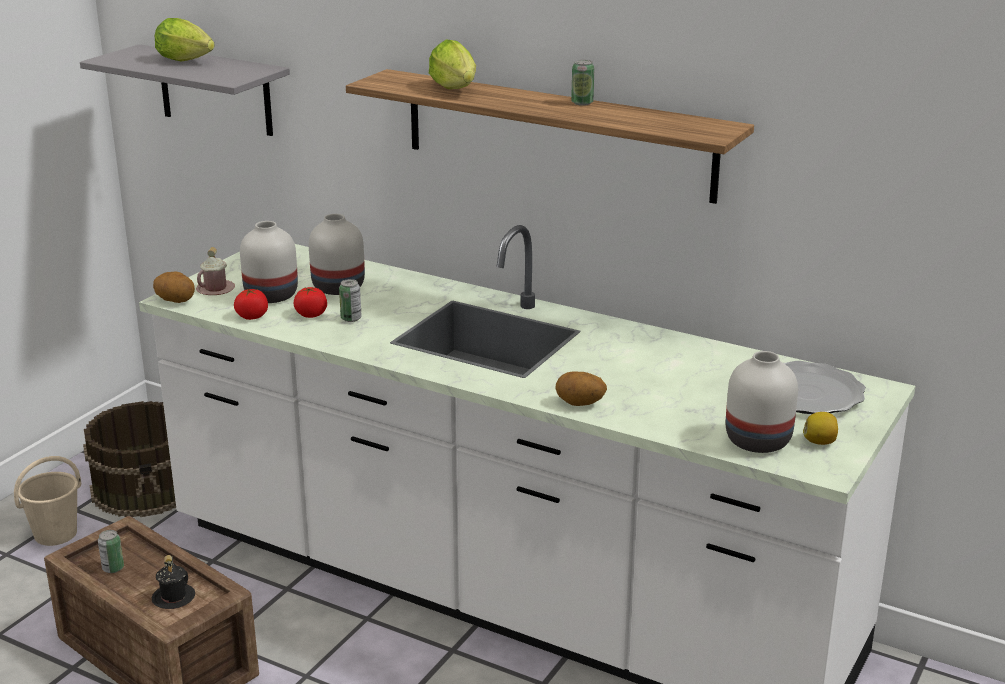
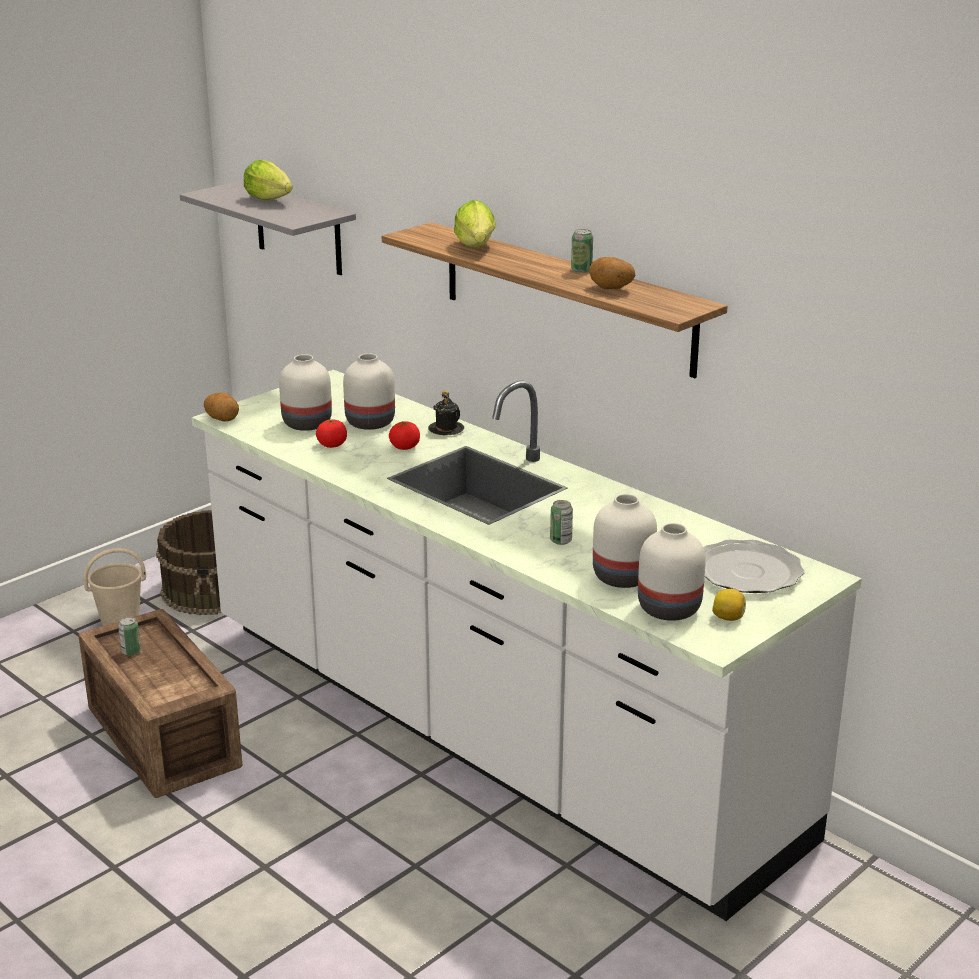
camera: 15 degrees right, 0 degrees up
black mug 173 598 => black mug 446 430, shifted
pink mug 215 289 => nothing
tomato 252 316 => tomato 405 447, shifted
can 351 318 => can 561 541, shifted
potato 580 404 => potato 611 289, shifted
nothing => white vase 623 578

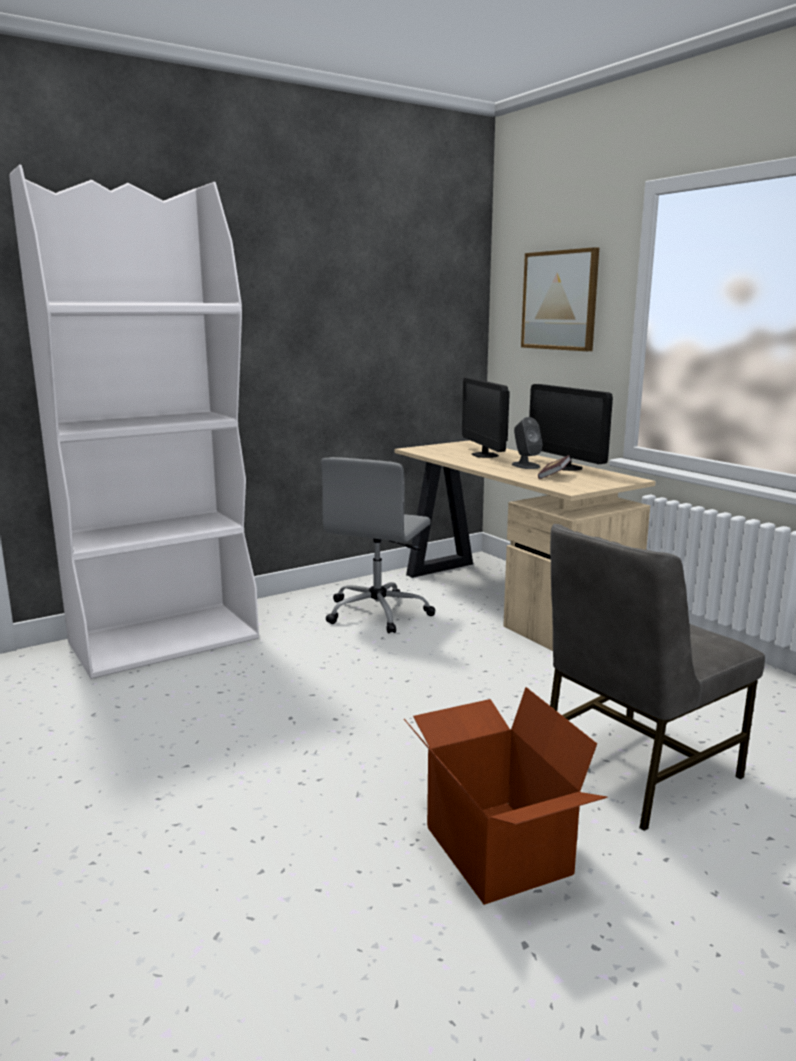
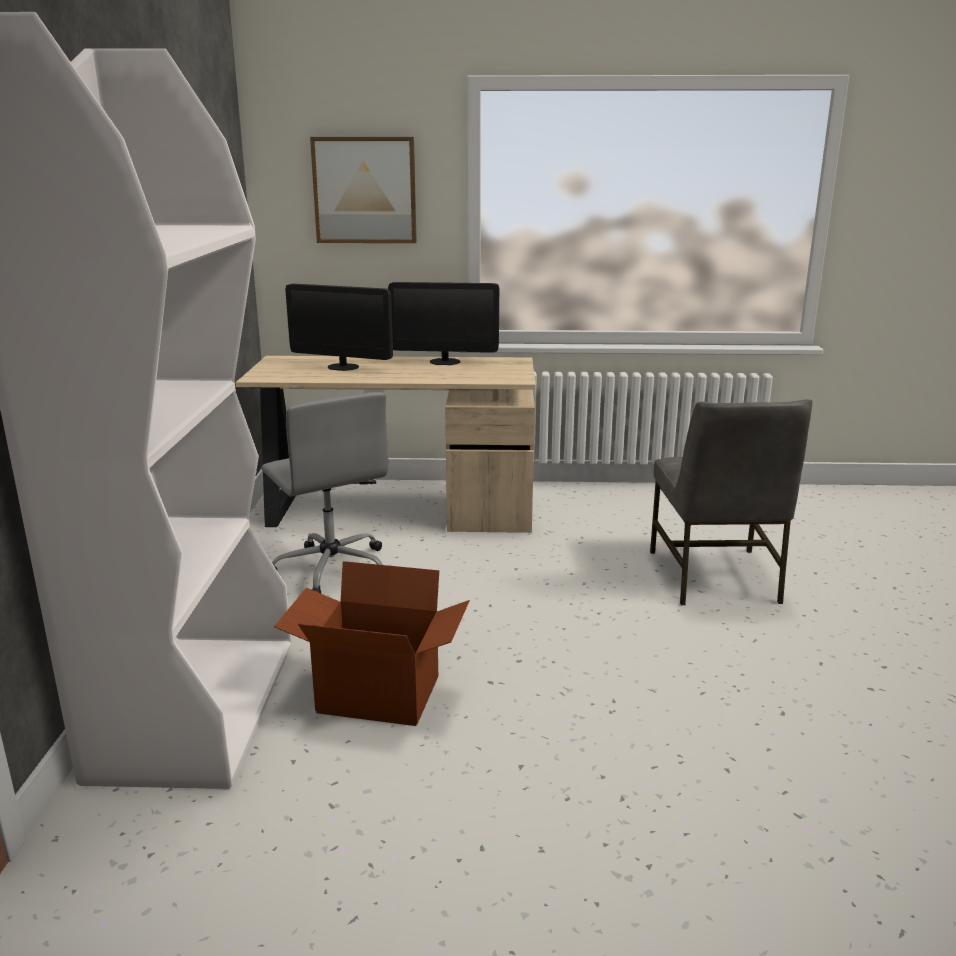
camera: 55 degrees left, 5 degrees up
cardboard box 494 851 => cardboard box 377 696, shifted
grey speaker 525 465 => nothing
book 554 476 => nothing

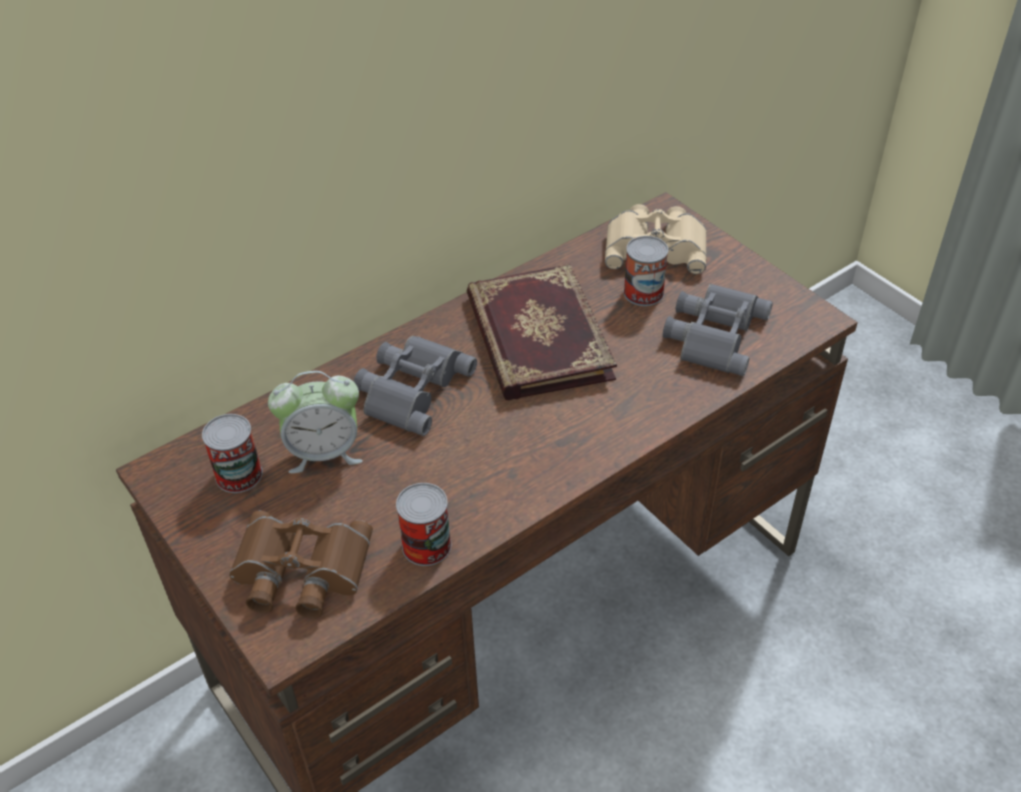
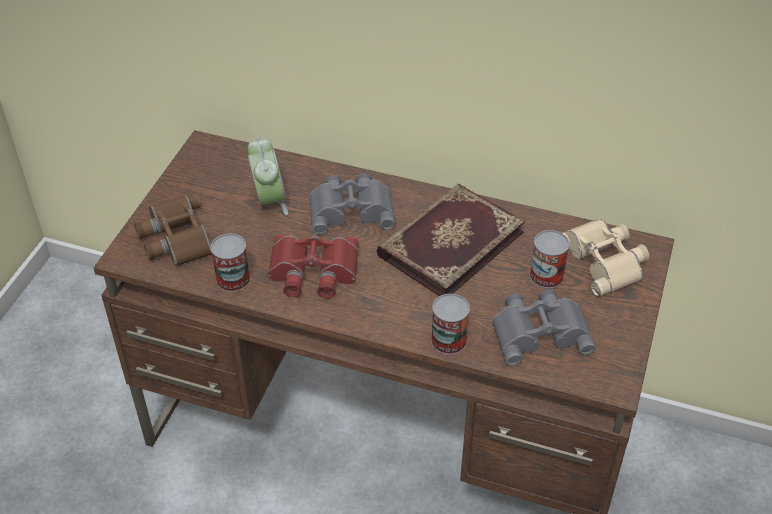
camera: 55 degrees right, 0 degrees up
can 239 475 => can 449 340, shifted
alarm clock 324 452 => alarm clock 269 200, 150 degrees counterclockwise
nothing => red binoculars 312 272

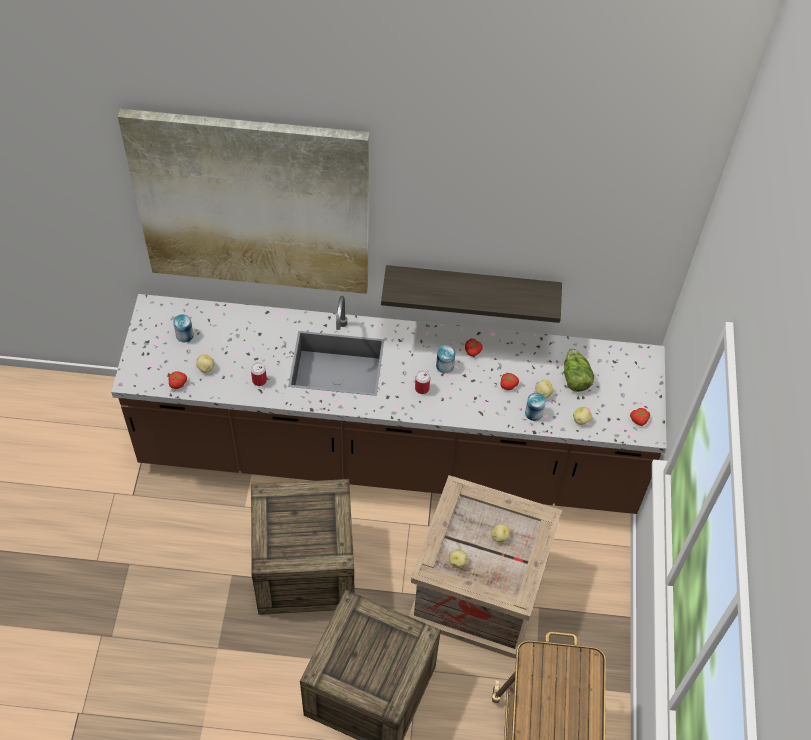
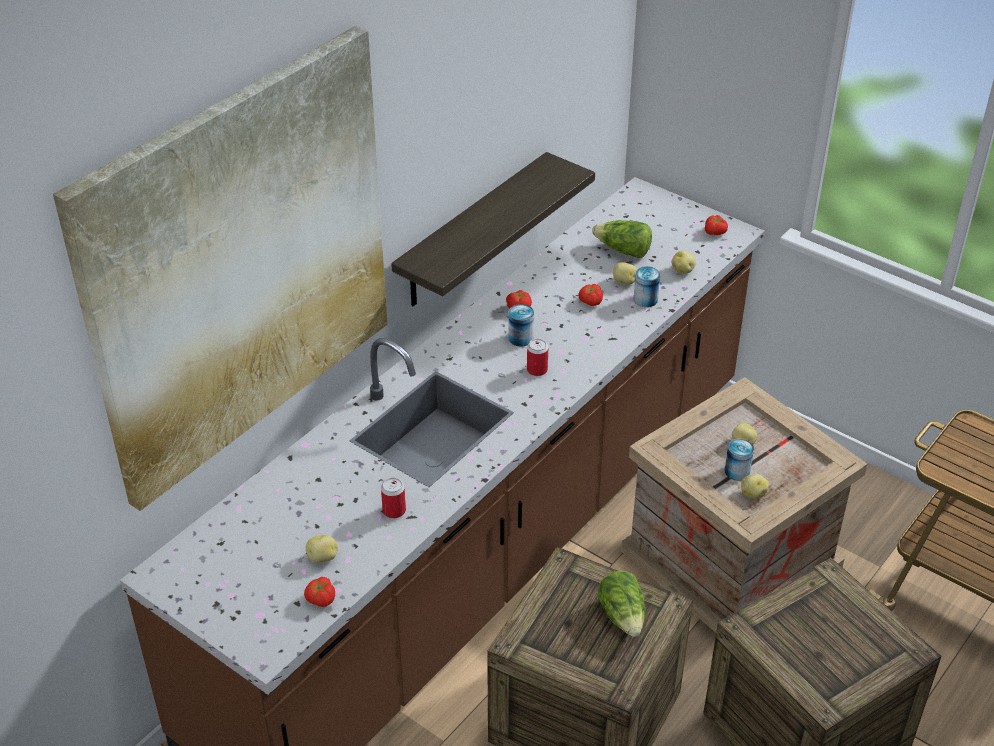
camera: 55 degrees left, 15 degrees down
can 184 335 => can 737 471, shifted
nothing => lettuce 623 615

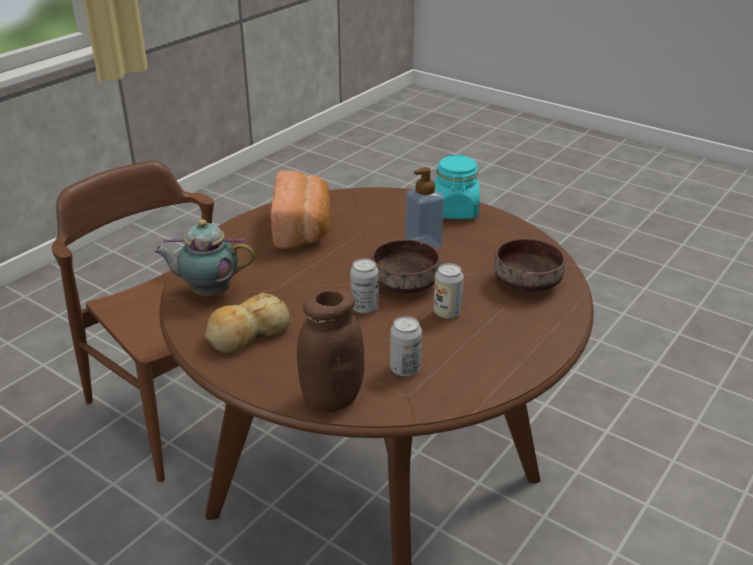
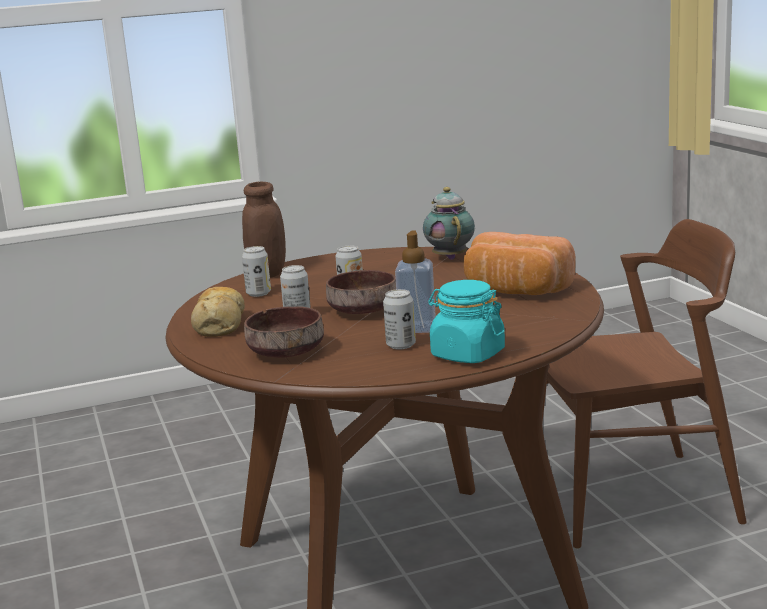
camera: 125 degrees right, 15 degrees down
teapot 208 292 => teapot 450 257, 45 degrees counterclockwise
bread 247 334 => bread 220 324, shifted
nothing => can 401 345

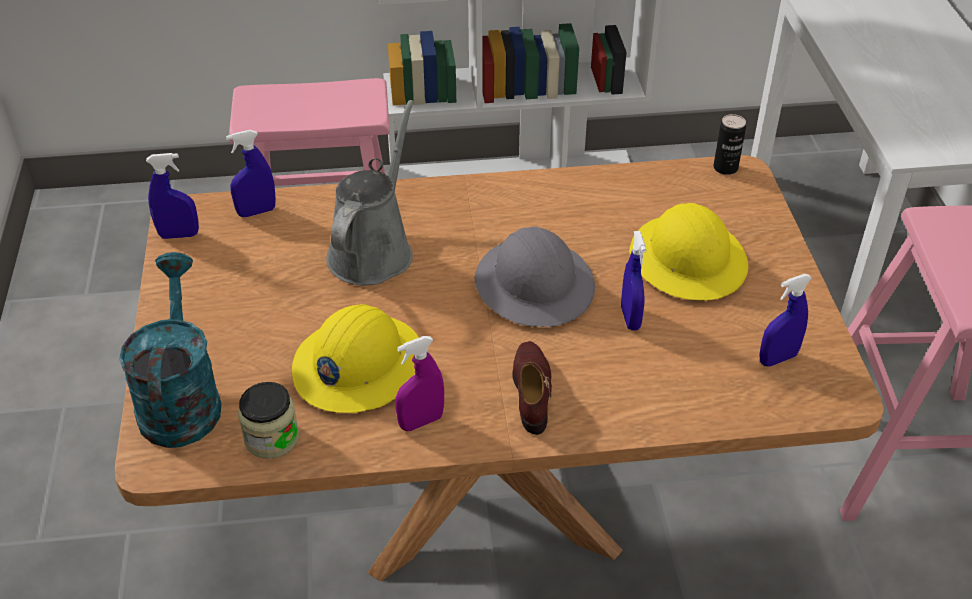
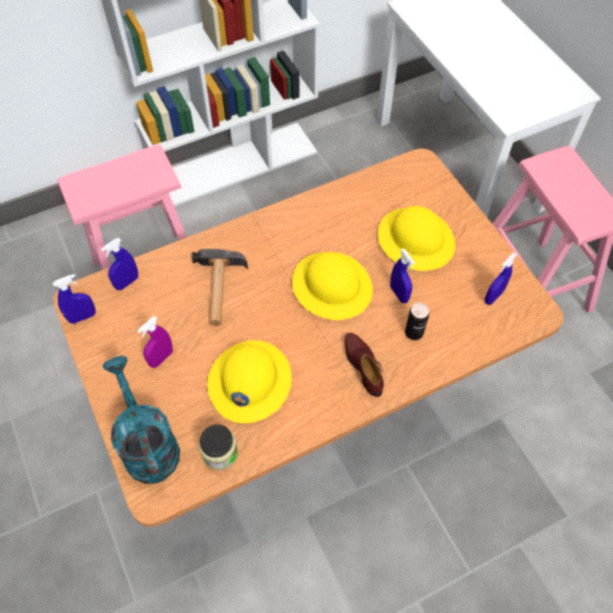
camera: 20 degrees left, 15 degrees up
grey watering can 373 250 => hammer 219 290
purple spray bottle 421 422 => purple spray bottle 161 358, shifted
grey hard hat 535 285 => yellow hard hat 332 286
can 725 168 => can 414 332, shifted

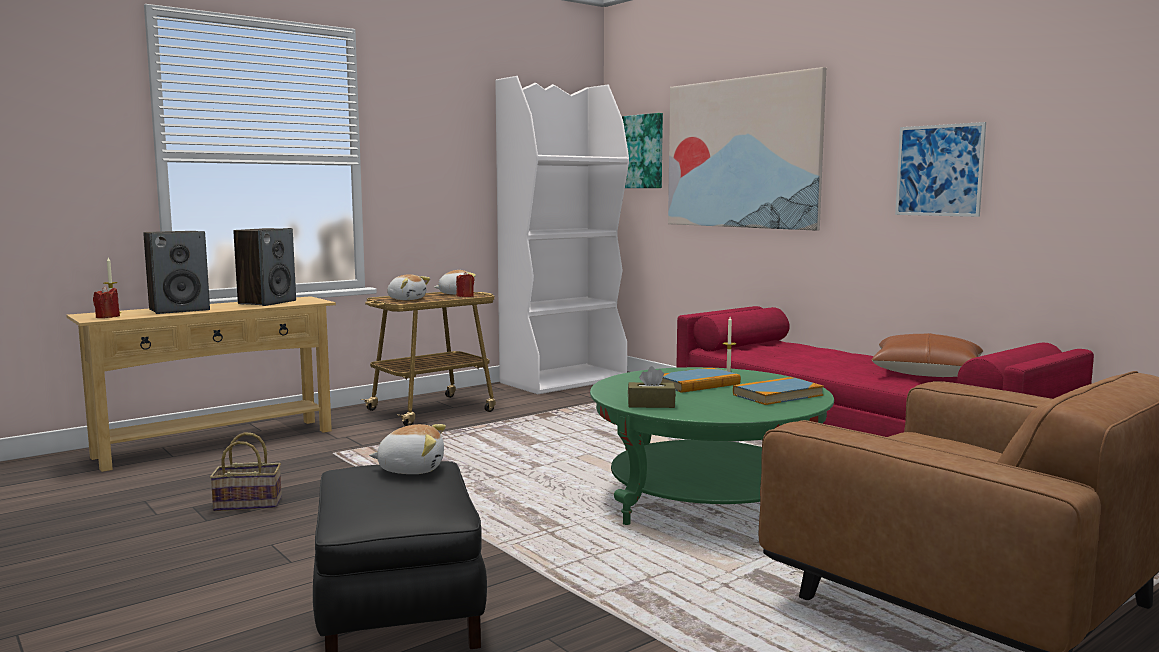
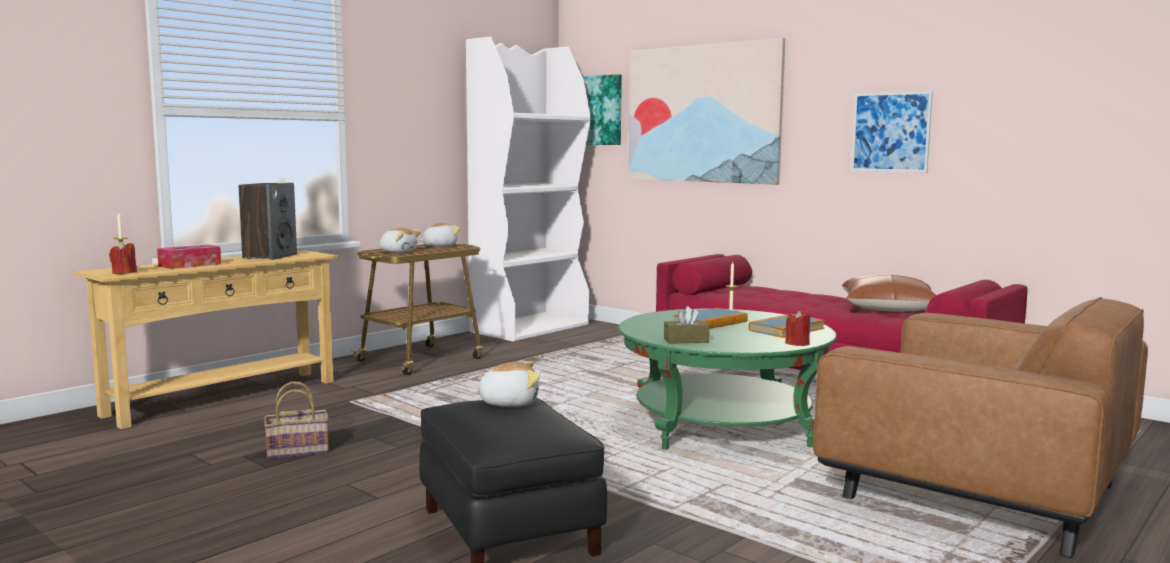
camera: 10 degrees left, 0 degrees up
speaker 179 310 => tissue box 190 265
red candle 465 296 => red candle 797 344, shifted

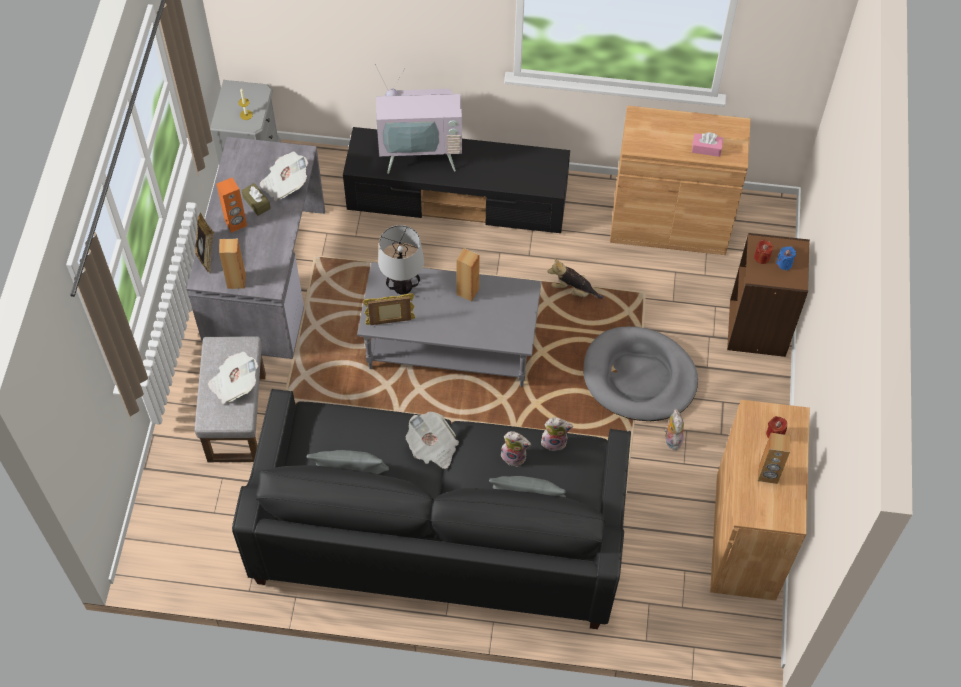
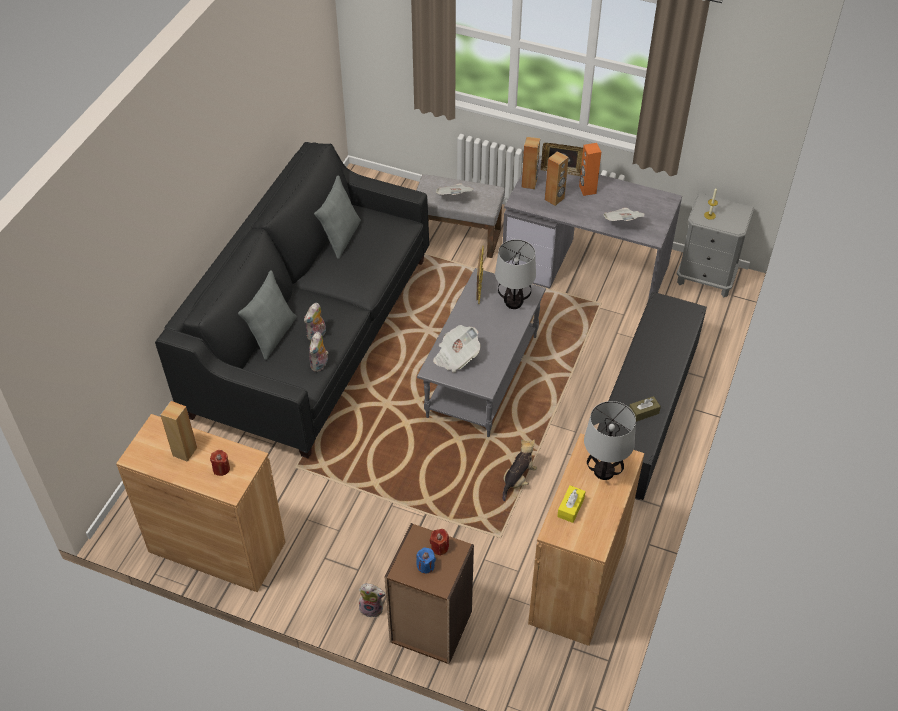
camera: 105 degrees right, 10 degrees down
brown tissue box 256 203 => brown tissue box 643 412, shifted
television 421 154 => nothing
newspaper 433 447 => newspaper 456 357, shifted
brown speaker 467 291 => brown speaker 554 199, shifted
grey dog bed 639 377 => nothing
plush toy 671 439 => plush toy 372 608, shifted
pink tissue box 706 148 => yellow tissue box 570 507
nothing => table lamp 603 472

